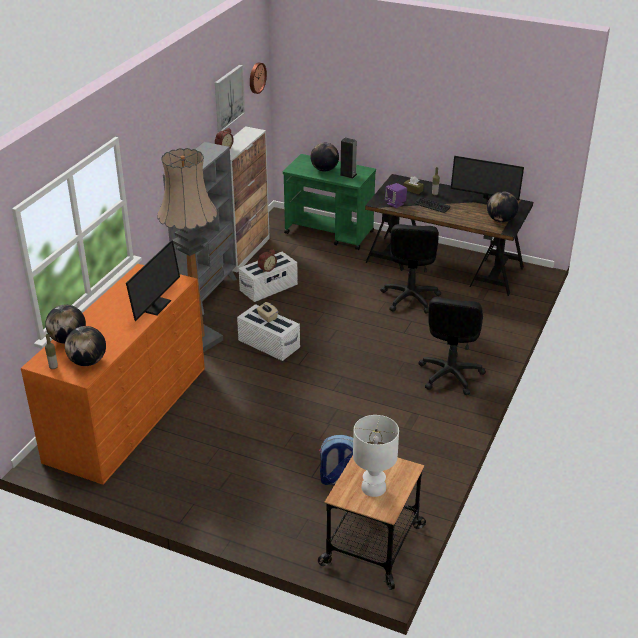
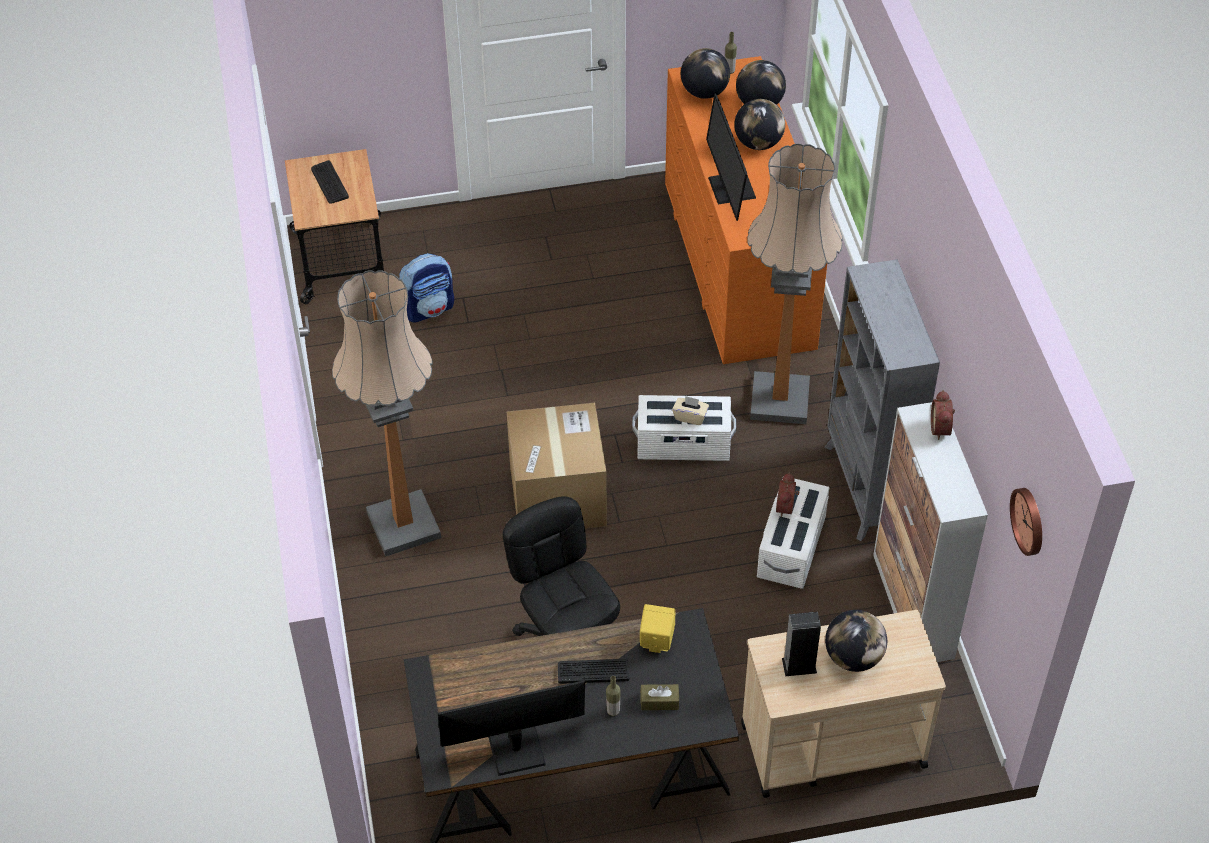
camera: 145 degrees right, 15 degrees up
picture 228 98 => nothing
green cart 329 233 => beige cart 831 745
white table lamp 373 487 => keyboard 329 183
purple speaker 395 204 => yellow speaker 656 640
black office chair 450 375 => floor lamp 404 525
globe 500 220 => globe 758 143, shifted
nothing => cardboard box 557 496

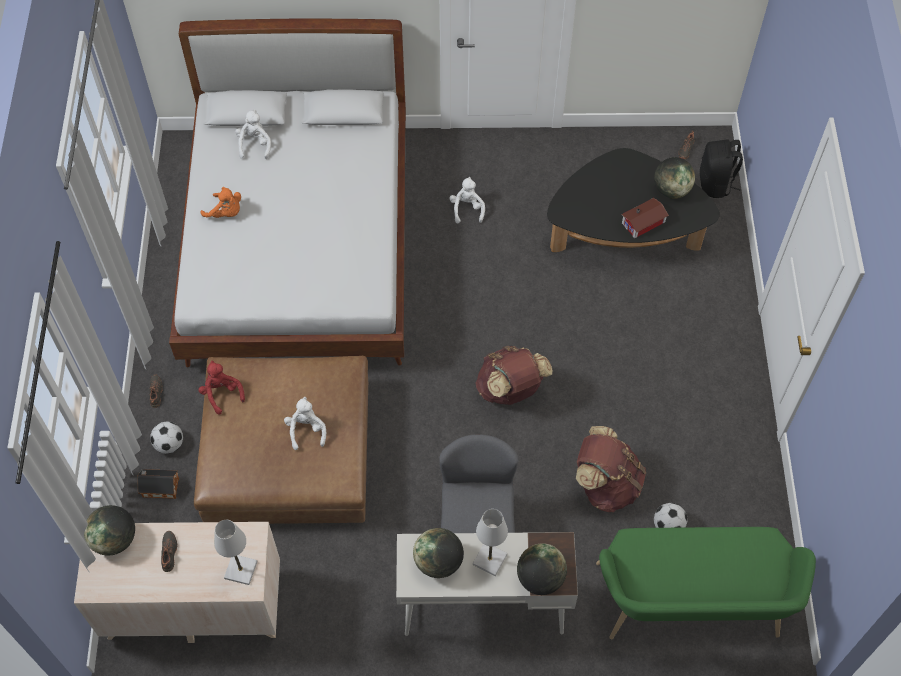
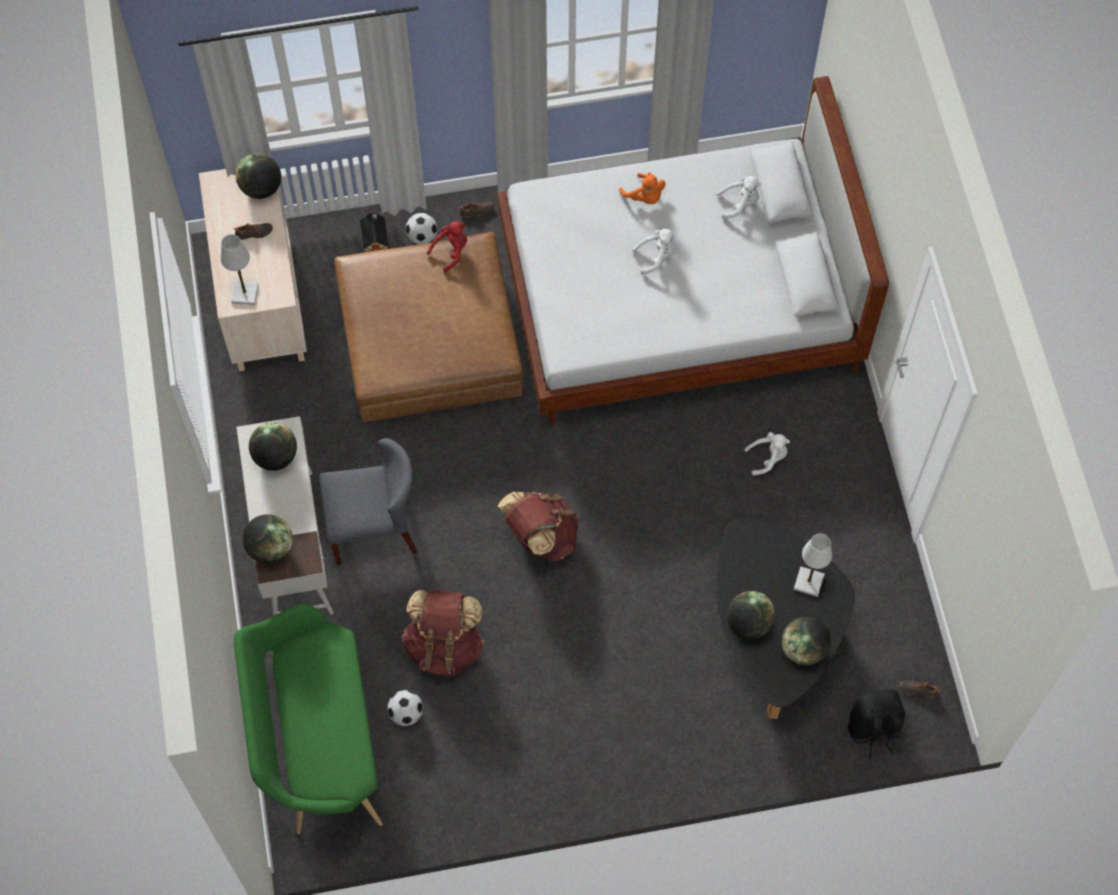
camera: 80 degrees right, 5 degrees up
orange plush toy 226 213 => orange plush toy 644 197, 60 degrees counterclockwise
white plush toy 306 430 => white plush toy 656 256, shifted
white table lamp 489 559 => white table lamp 809 582, shifted
toy house 645 223 => globe 749 624

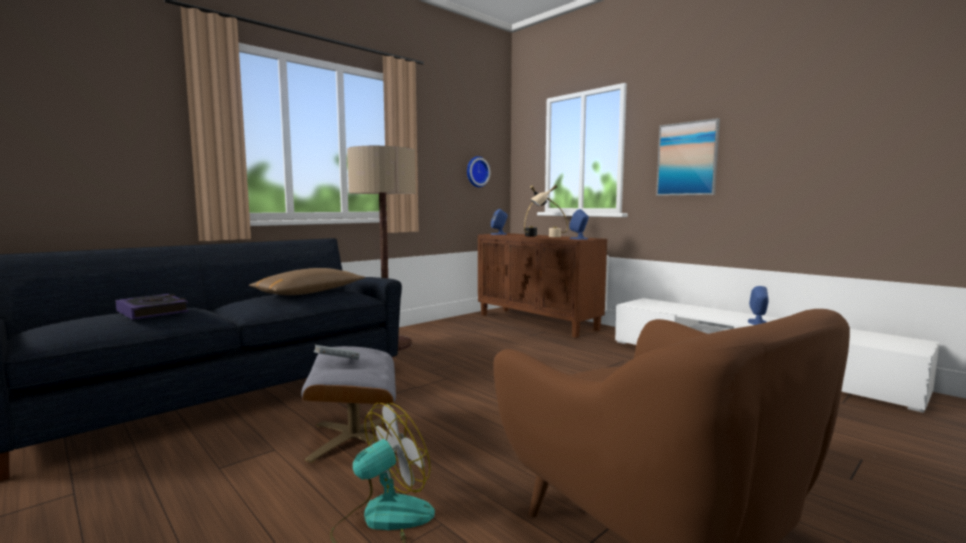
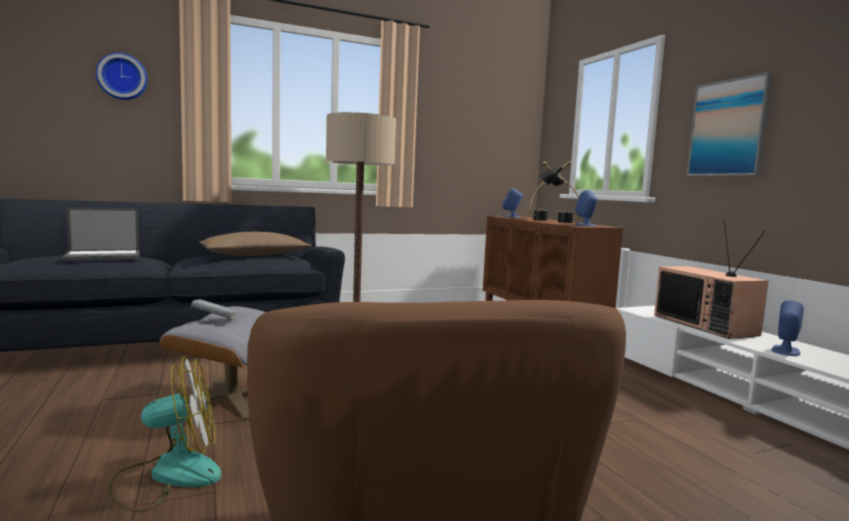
camera: 20 degrees right, 0 degrees up
book 152 311 => laptop 104 256
wall clock 476 172 => wall clock 122 77, shifted
beige table lamp 548 236 => black table lamp 557 222
nothing => television 707 325

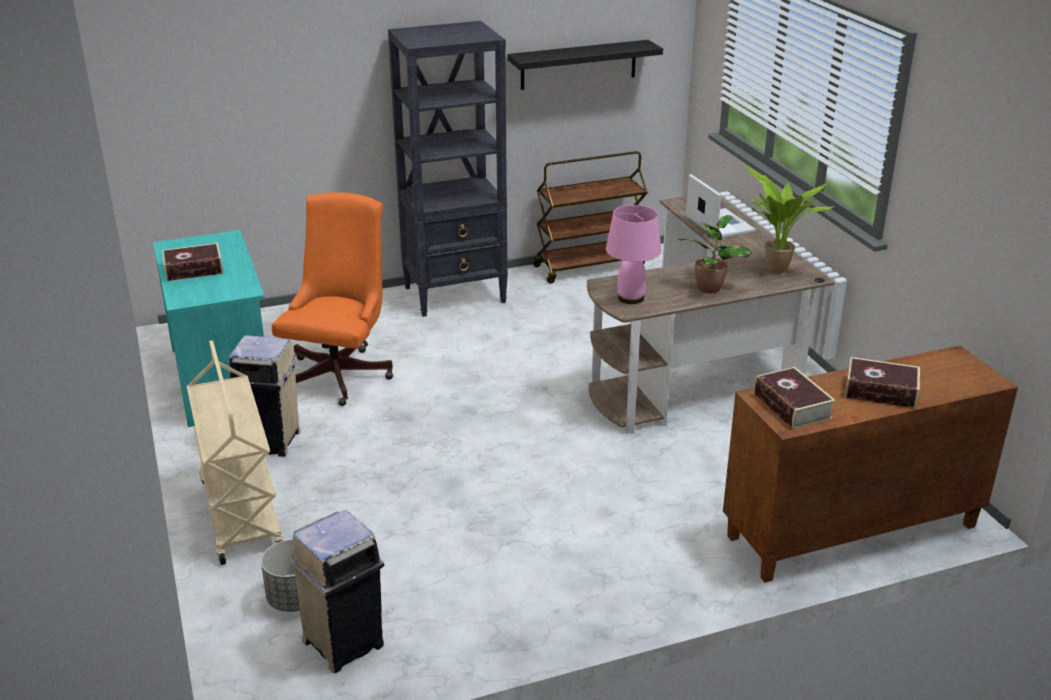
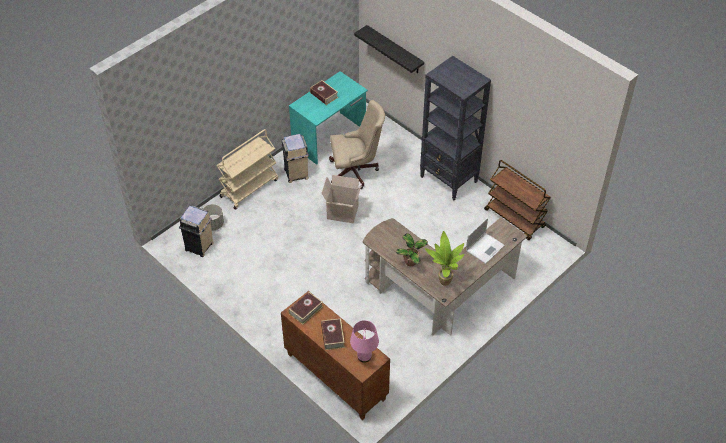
camera: 65 degrees right, 20 degrees up
orange office chair 341 373 => beige office chair 356 171
black shelf 578 65 => black shelf 394 50, shifted
pink table lamp 631 298 => pink table lamp 364 357, shifted
nothing => cardboard box 342 213

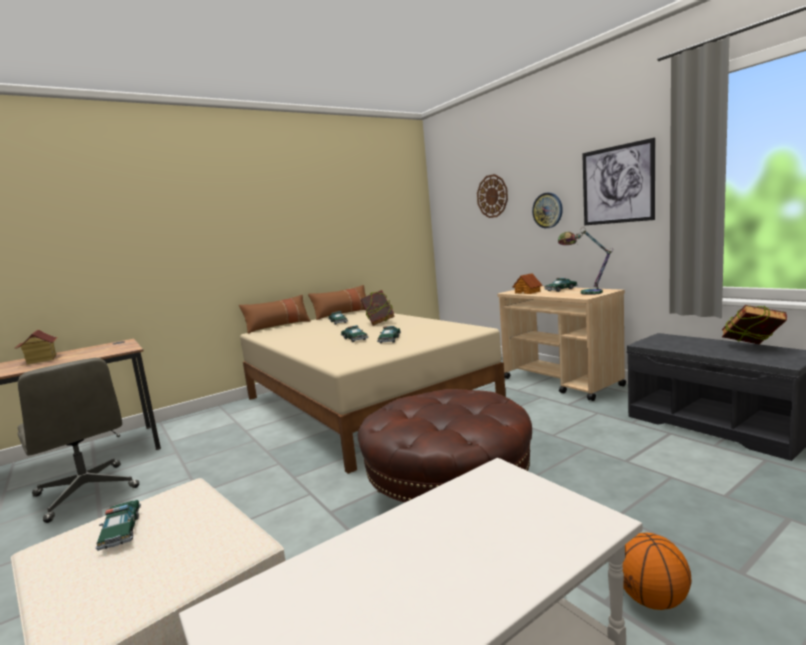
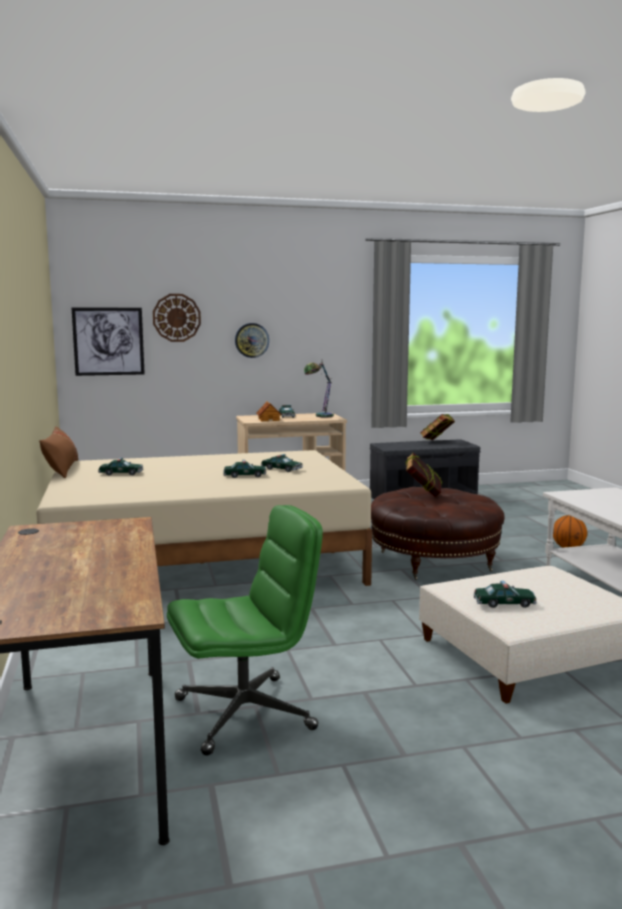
camera: 70 degrees left, 0 degrees up
toy house 41 360 => nothing
grey office chair 87 492 => green office chair 246 713
brown pillow 278 326 => nothing
book 379 323 => book 423 494, shifted
picture 617 184 => picture 108 341, shifted

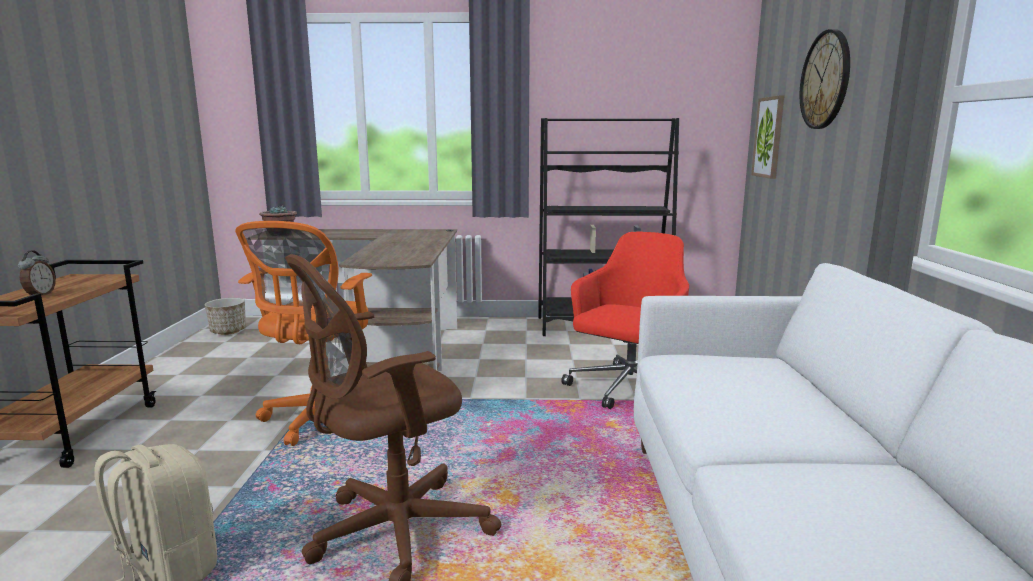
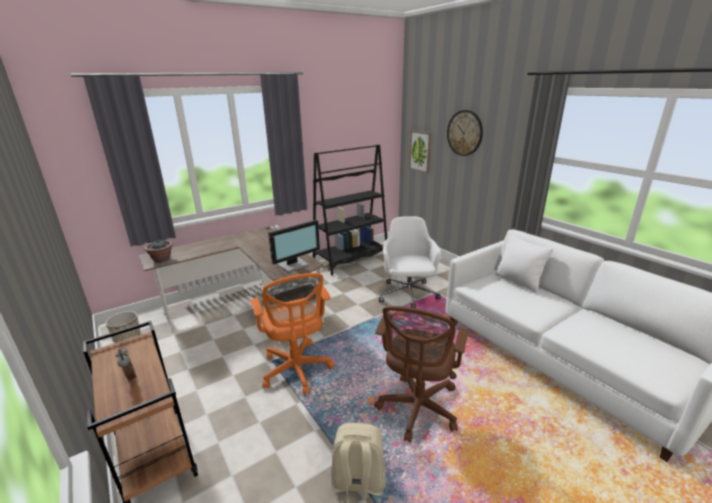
camera: 35 degrees left, 10 degrees up
red office chair 628 390 => white office chair 408 295
nothing => monitor 293 265
nothing => white pillow 518 281

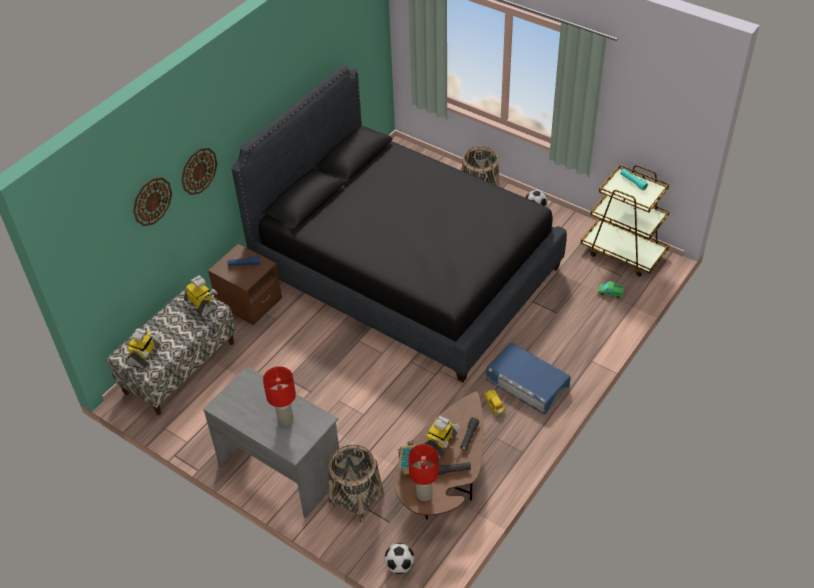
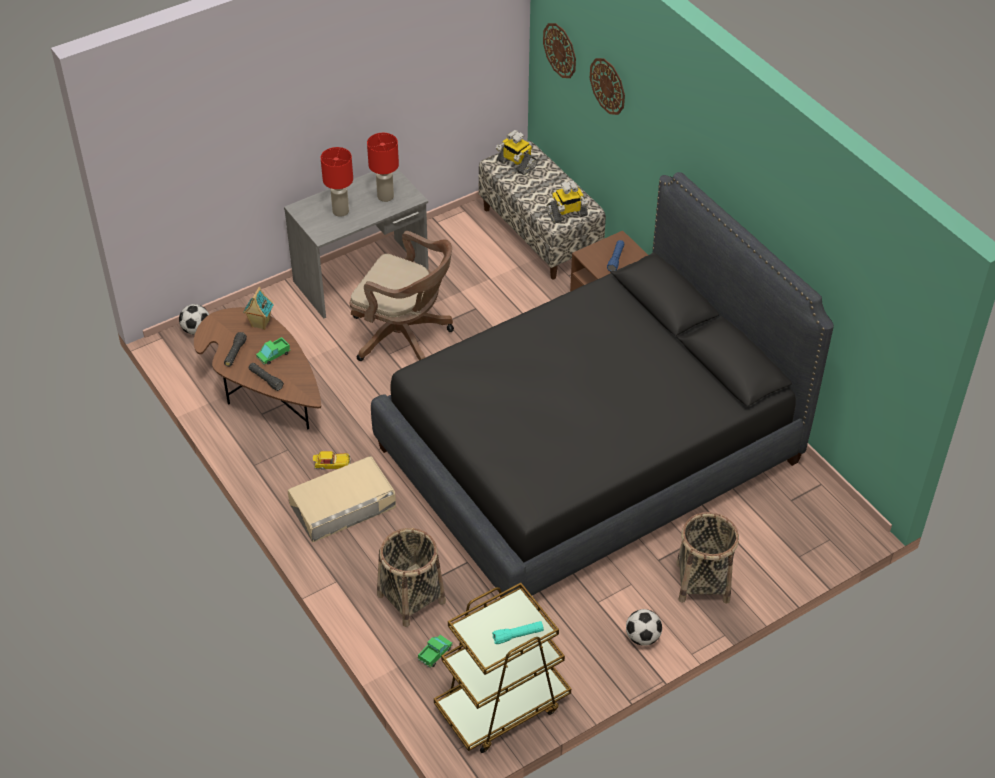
camera: 110 degrees right, 0 degrees up
wall clock 198 171 => wall clock 560 50, shifted
basket 356 499 => basket 411 598, shifted
red table lamp 424 494 => red table lamp 385 196, shifted
toy robot 440 443 => toy truck 273 355
blue storage box 527 383 => beige storage box 342 505
nothing => brown office chair 405 337

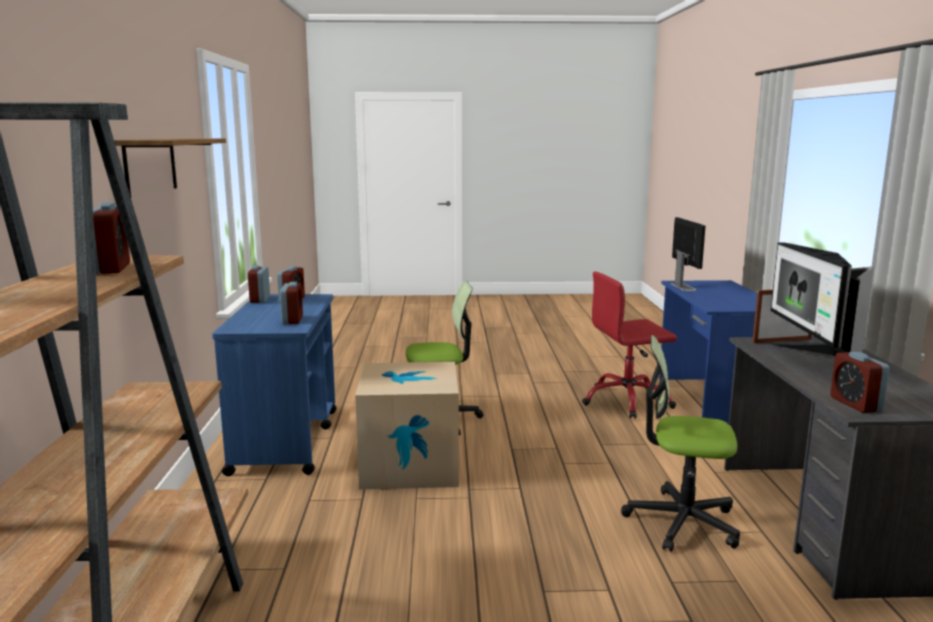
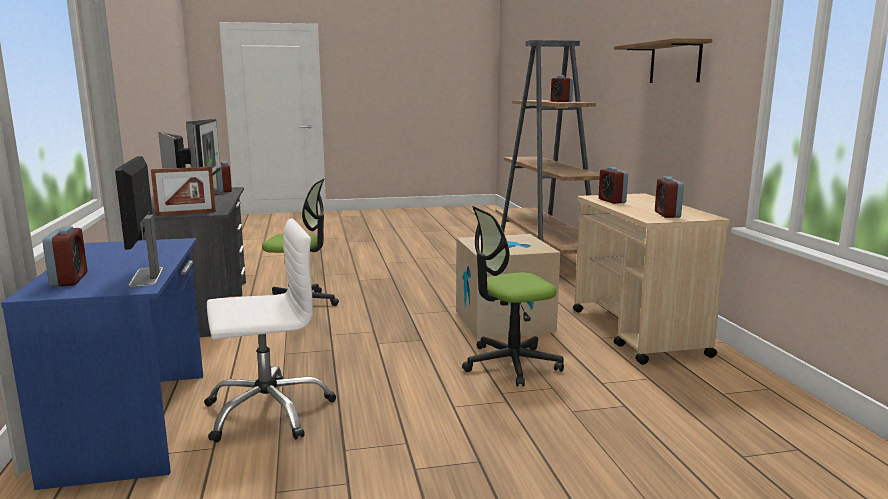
camera: 170 degrees right, 0 degrees up
blue cart 286 440 => beige cart 638 333
alarm clock 260 299 => alarm clock 69 280, shifted
red office chair 627 401 => white office chair 268 411

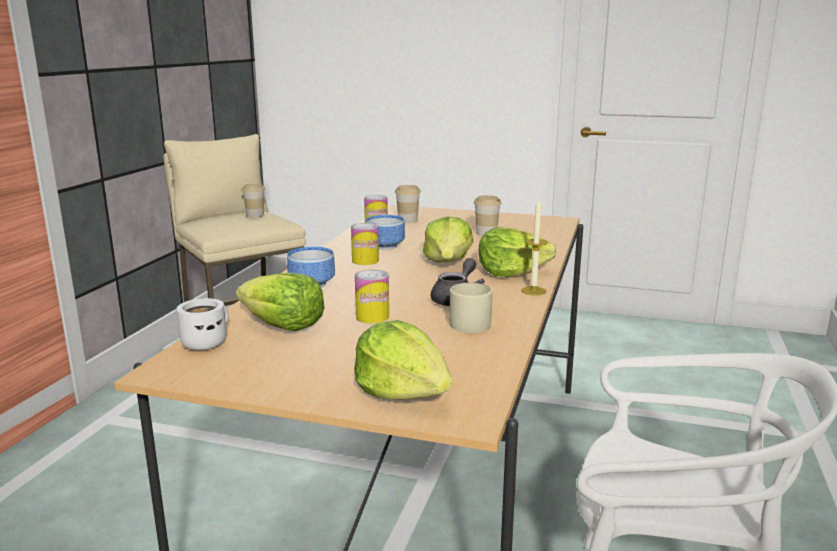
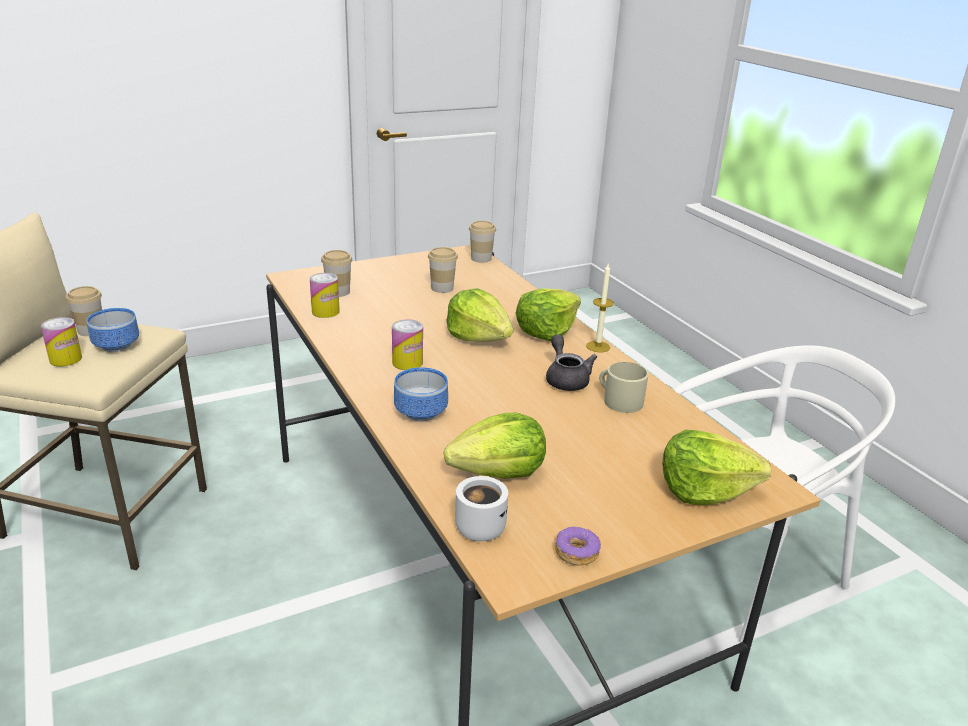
camera: 45 degrees left, 10 degrees up
can 372 317 => can 65 359, shifted
bowl 383 246 => bowl 114 346, shifted
nothing => cup 481 258
nothing => donut 576 552

